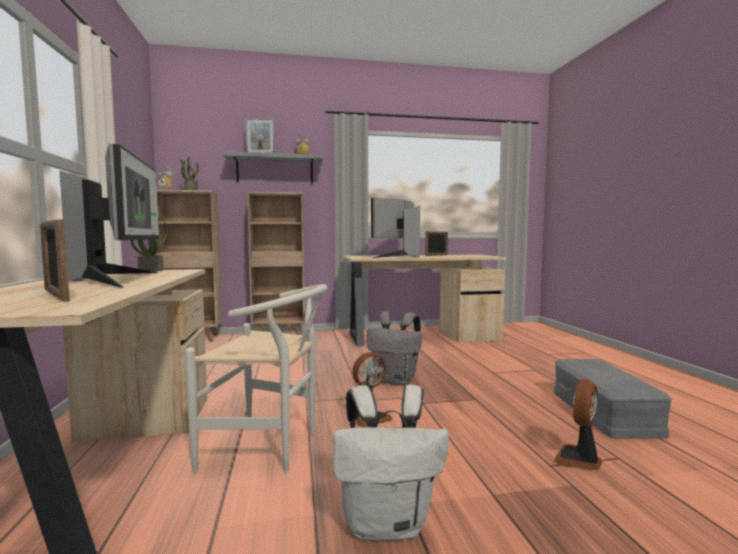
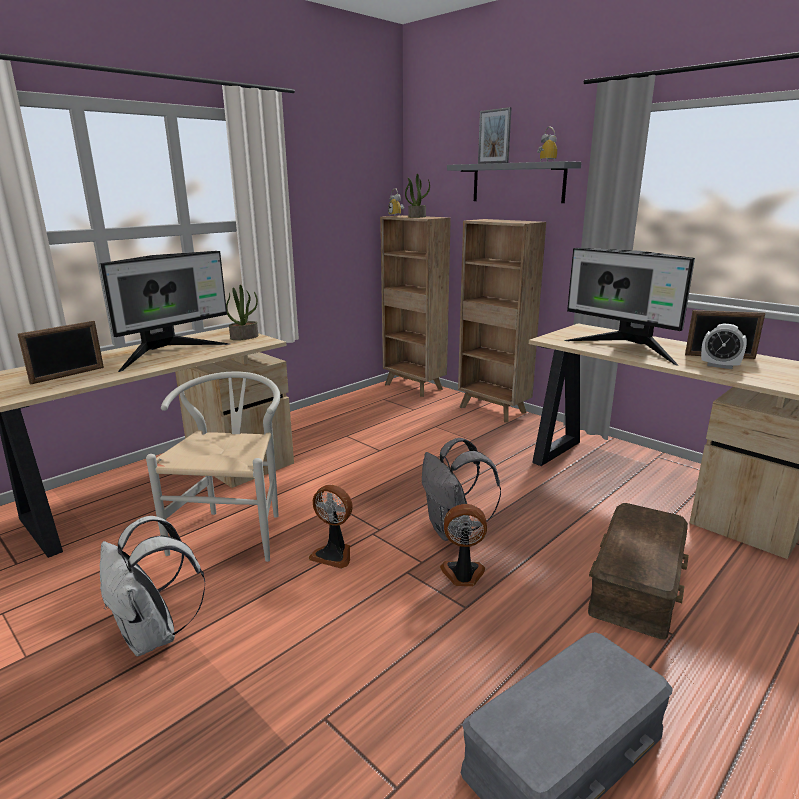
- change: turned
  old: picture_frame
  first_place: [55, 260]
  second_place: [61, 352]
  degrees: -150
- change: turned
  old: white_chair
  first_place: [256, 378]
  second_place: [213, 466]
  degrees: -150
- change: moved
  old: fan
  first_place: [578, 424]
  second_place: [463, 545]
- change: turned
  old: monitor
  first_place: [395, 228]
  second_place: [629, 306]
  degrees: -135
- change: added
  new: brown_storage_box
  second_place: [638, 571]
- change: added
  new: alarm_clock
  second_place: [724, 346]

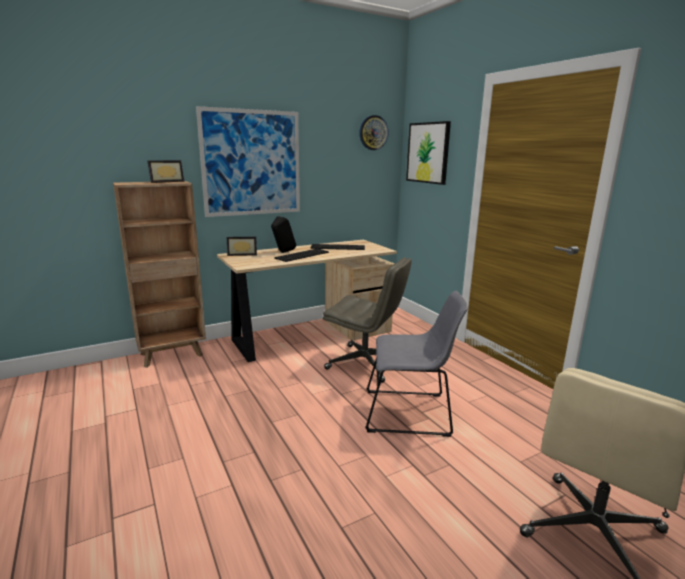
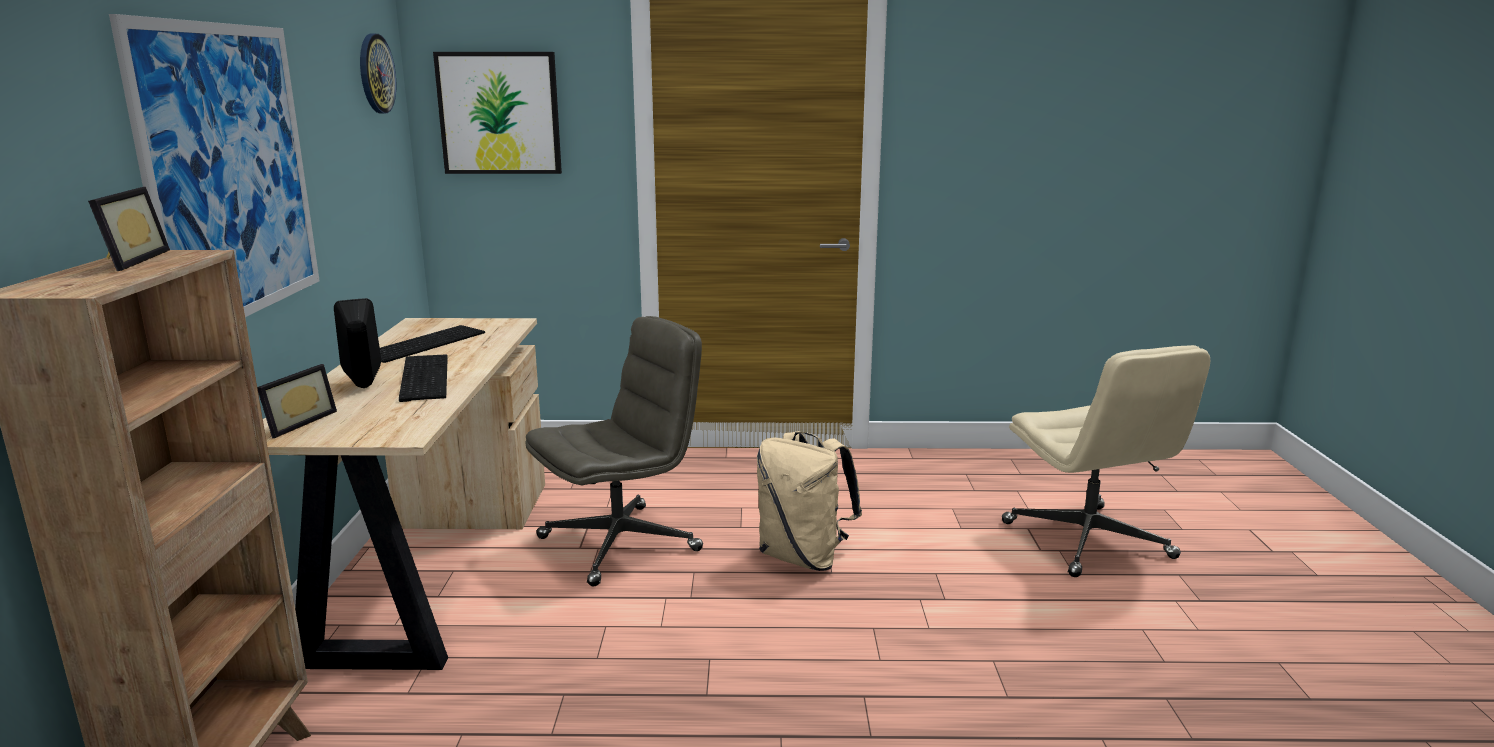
- change: replaced
  old: grey_chair
  new: beige_backpack
  first_place: [416, 364]
  second_place: [809, 501]

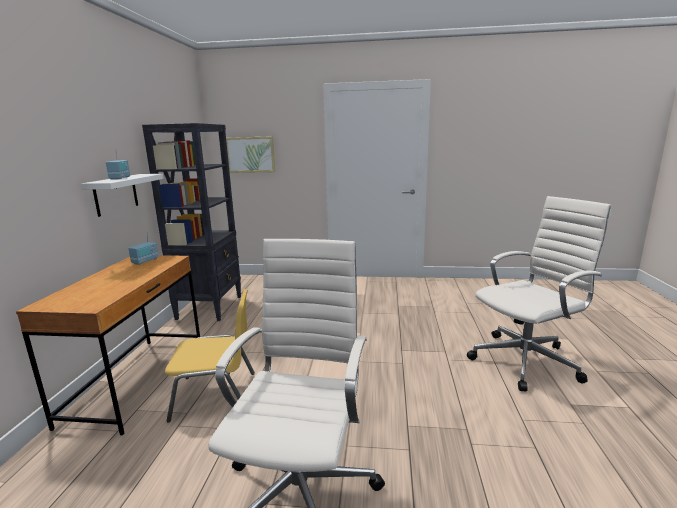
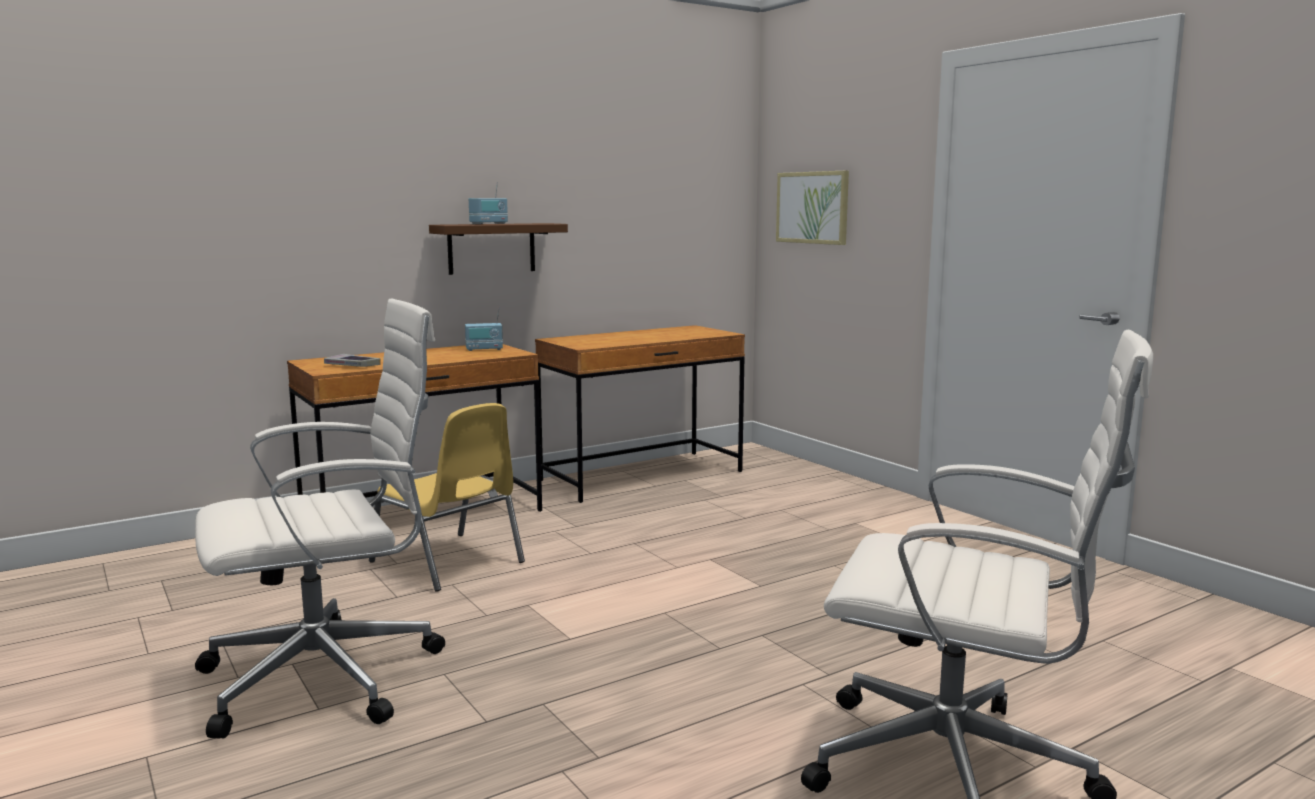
- change: added
  new: book
  second_place: [352, 360]
- change: recoloured
  old: white_shelf
  new: brown_shelf
  first_place: [123, 195]
  second_place: [498, 249]
- change: replaced
  old: black_bookcase
  new: brown_desk
  first_place: [191, 222]
  second_place: [640, 414]

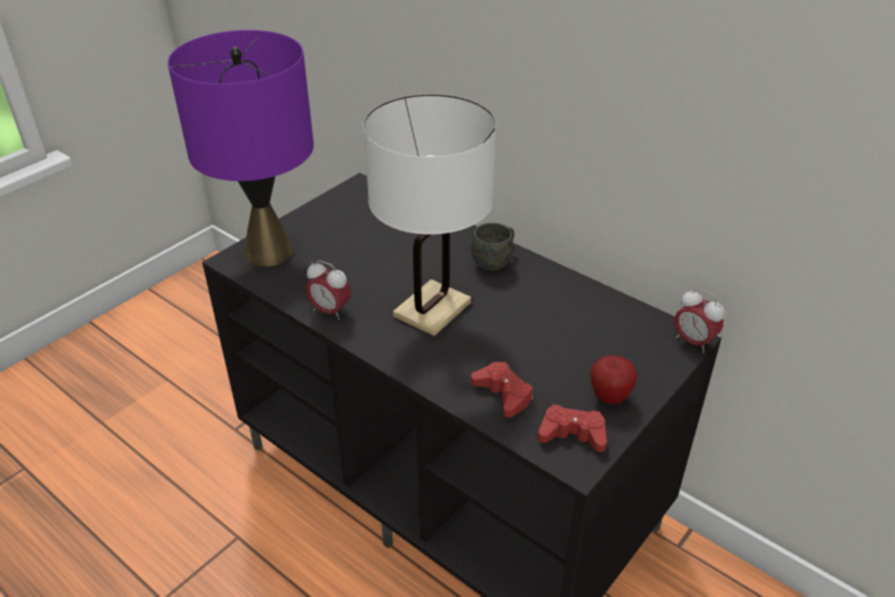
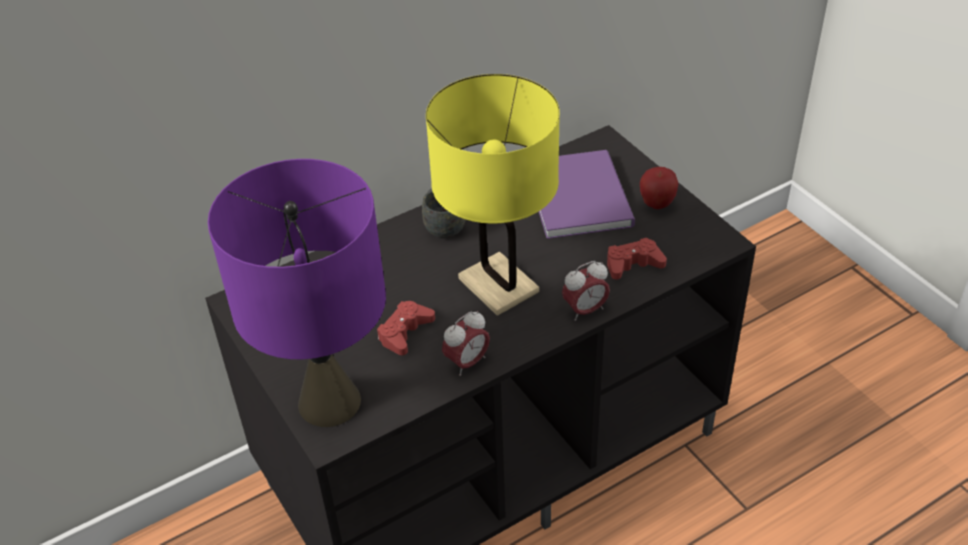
- change: moved
  old: red_game_controller
  first_place: [572, 428]
  second_place: [406, 328]
- change: recoloured
  old: white_table_lamp
  new: yellow_table_lamp
  first_place: [429, 215]
  second_place: [493, 195]
- change: added
  new: purple_book
  second_place: [587, 194]
- change: moved
  old: alarm_clock
  first_place: [699, 321]
  second_place: [586, 291]

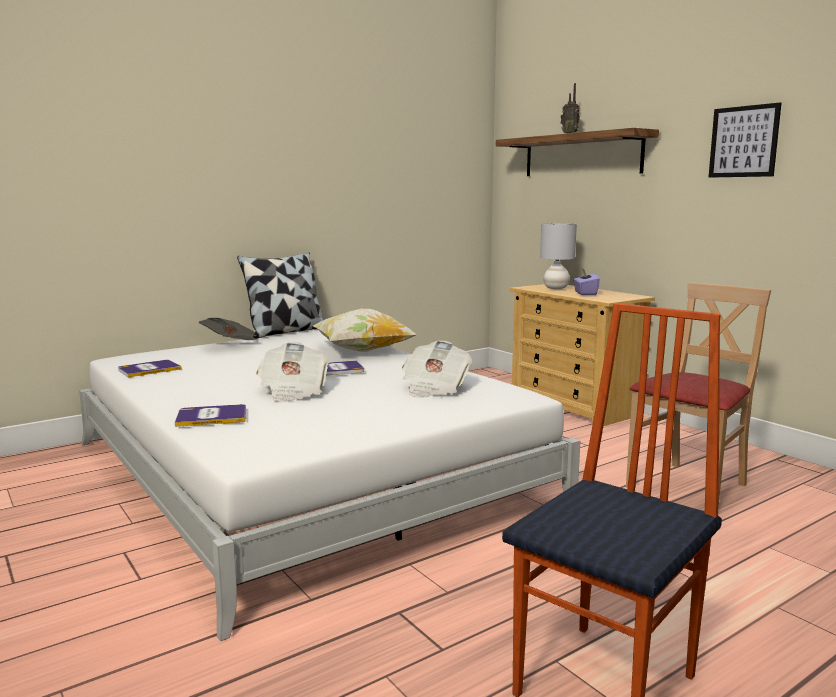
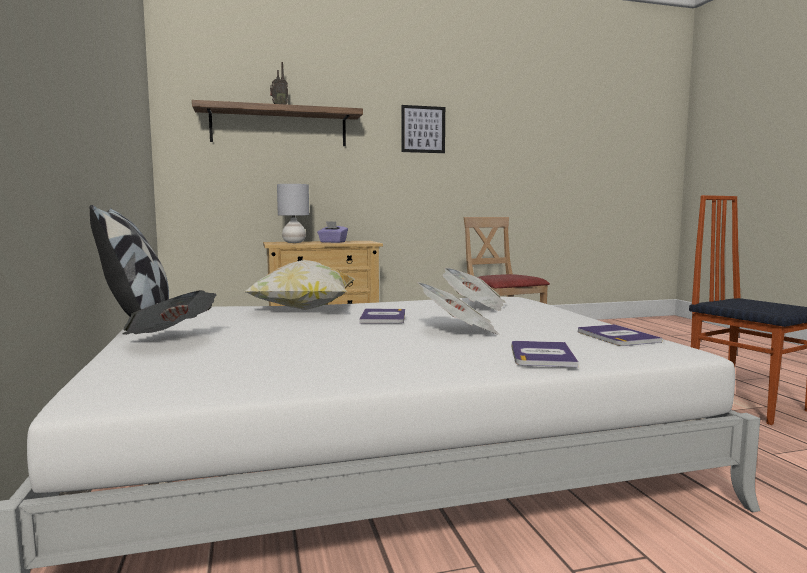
- change: moved
  old: book
  first_place: [150, 368]
  second_place: [620, 335]

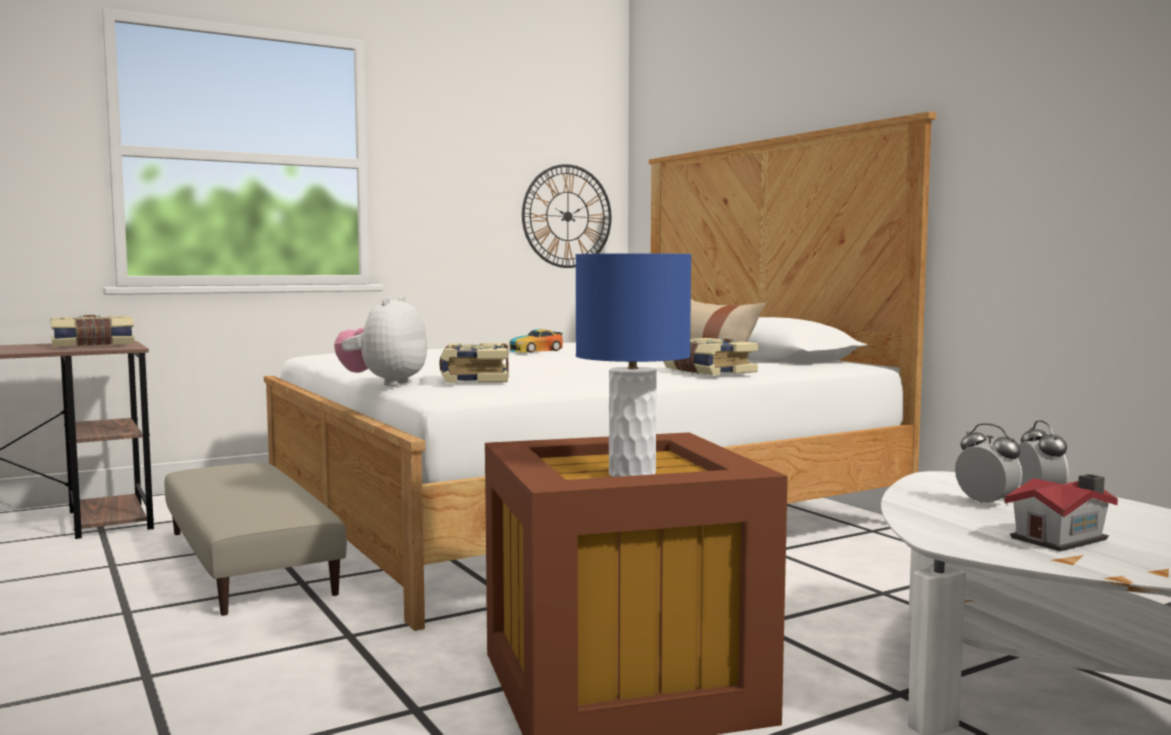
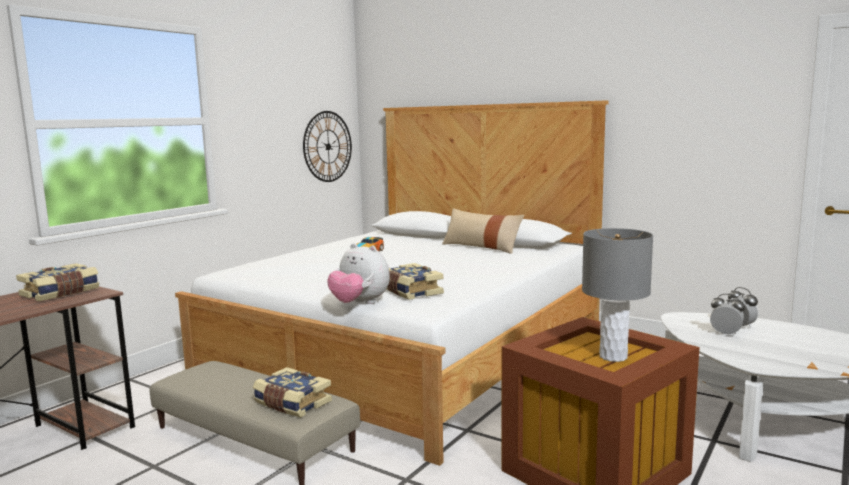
- change: moved
  old: book
  first_place: [710, 356]
  second_place: [292, 392]
- change: turned
  old: plush_toy
  first_place: [380, 341]
  second_place: [358, 273]
  degrees: -45
- change: recoloured
  old: blue_table_lamp
  new: grey_table_lamp
  first_place: [634, 365]
  second_place: [617, 295]
- change: removed
  old: toy_house
  first_place: [1061, 512]

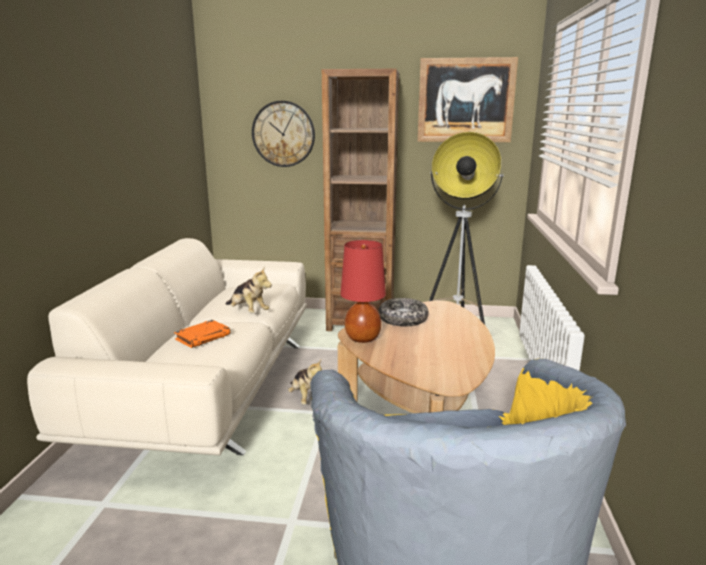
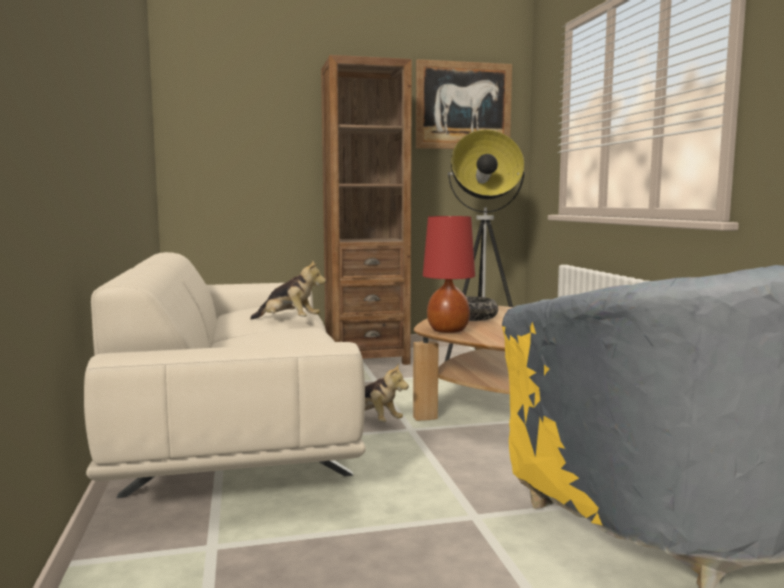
- change: removed
  old: orange_book
  first_place: [202, 334]
- change: removed
  old: wall_clock
  first_place: [283, 134]

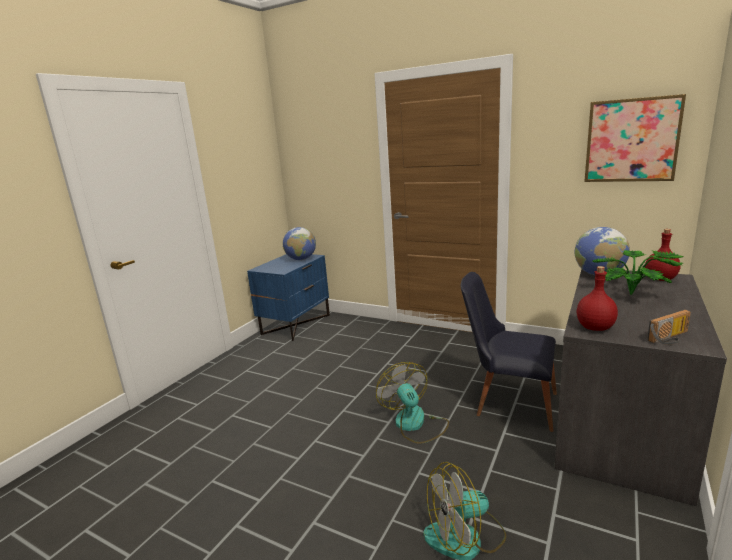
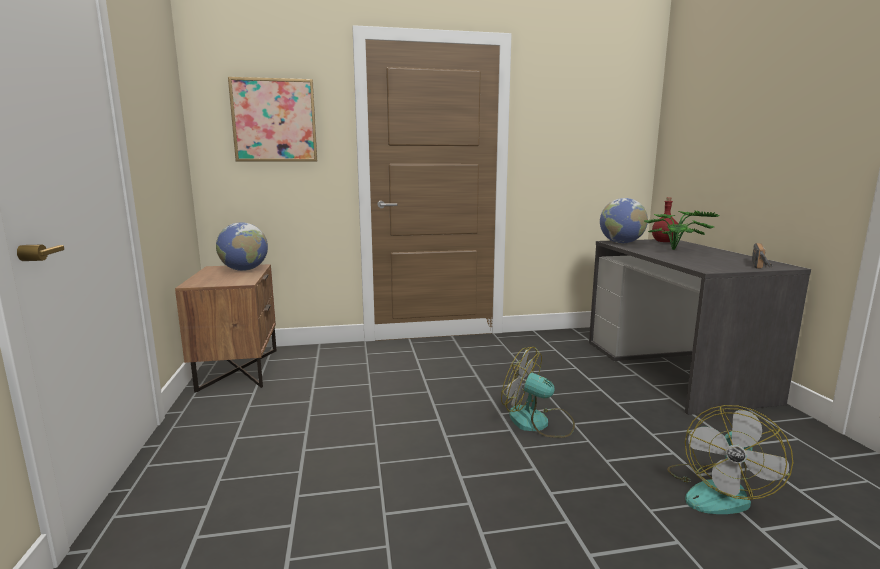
- change: recoloured
  old: blue_nightstand
  new: brown_nightstand
  first_place: [288, 297]
  second_place: [226, 328]
- change: moved
  old: picture
  first_place: [635, 138]
  second_place: [273, 119]
- change: removed
  old: black_chair
  first_place: [508, 352]
- change: removed
  old: red_bottle
  first_place: [597, 298]

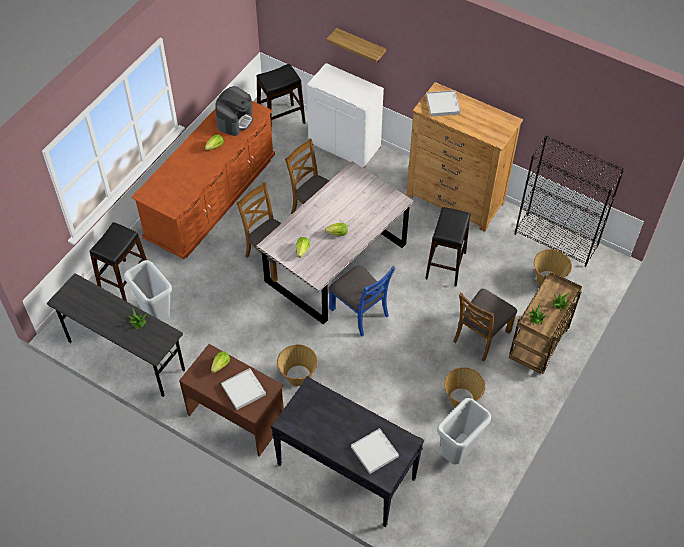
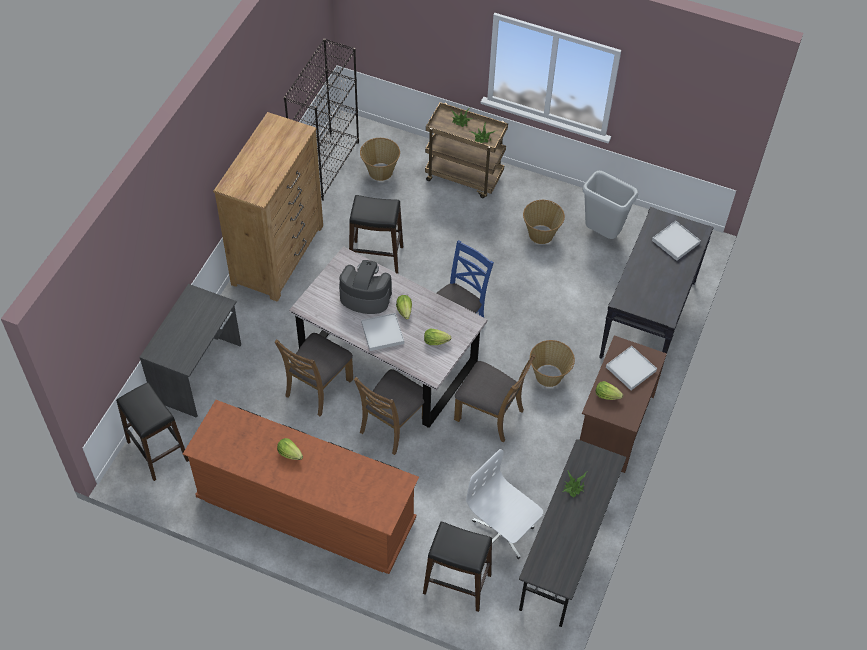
- change: replaced
  old: white_cabinet
  new: grey_desk
  first_place: [345, 115]
  second_place: [190, 351]
- change: moved
  old: coffee_machine
  first_place: [234, 111]
  second_place: [365, 287]
- change: moved
  old: white_tray
  first_place: [443, 103]
  second_place: [382, 332]
- change: moved
  old: brown_chair
  first_place: [485, 325]
  second_place: [495, 398]
- change: replaced
  old: grey_trash_can
  new: white_office_chair
  first_place: [148, 291]
  second_place: [504, 504]
- change: removed
  old: shelf
  first_place: [356, 45]

